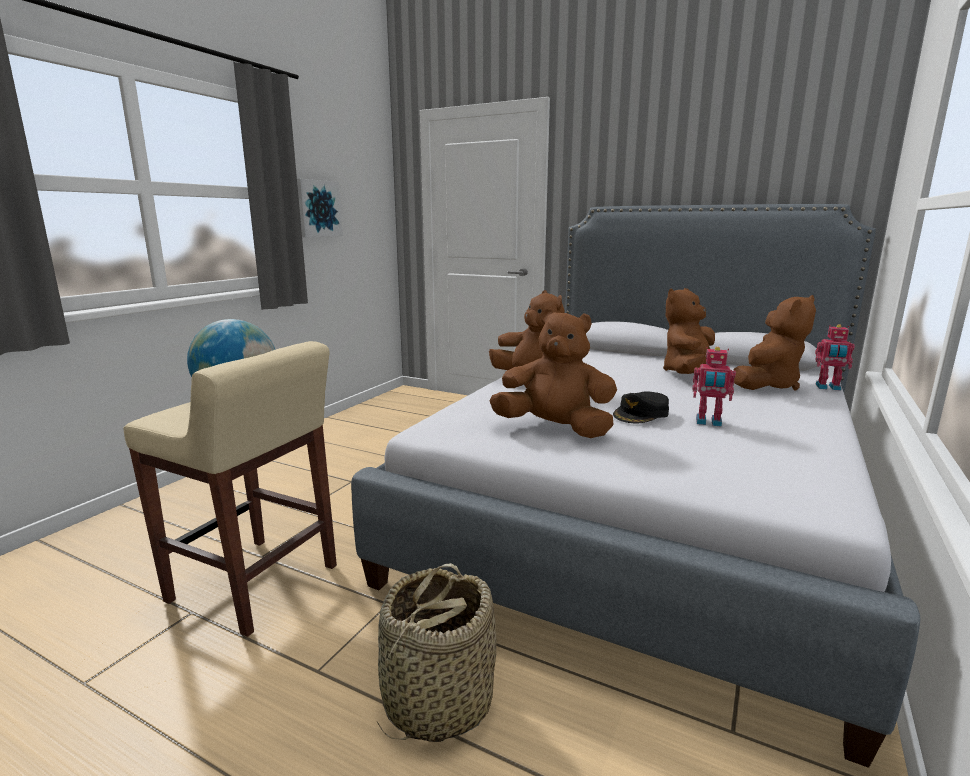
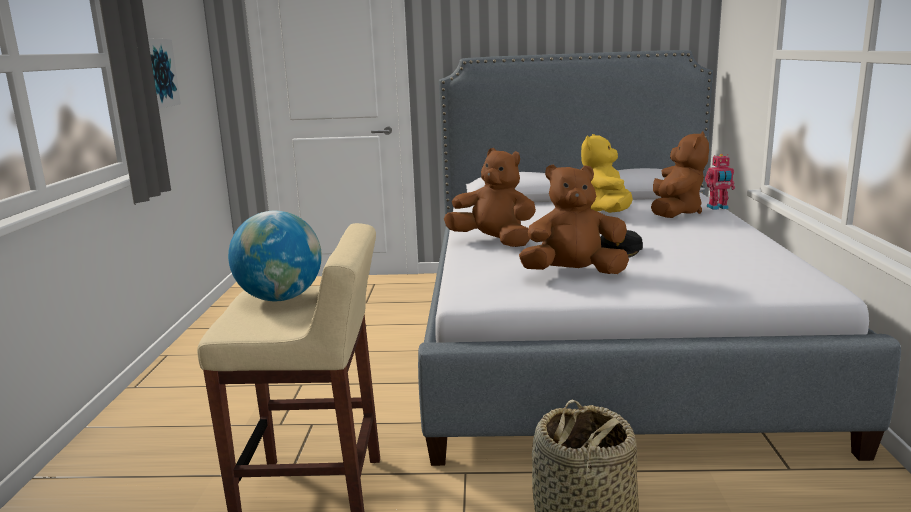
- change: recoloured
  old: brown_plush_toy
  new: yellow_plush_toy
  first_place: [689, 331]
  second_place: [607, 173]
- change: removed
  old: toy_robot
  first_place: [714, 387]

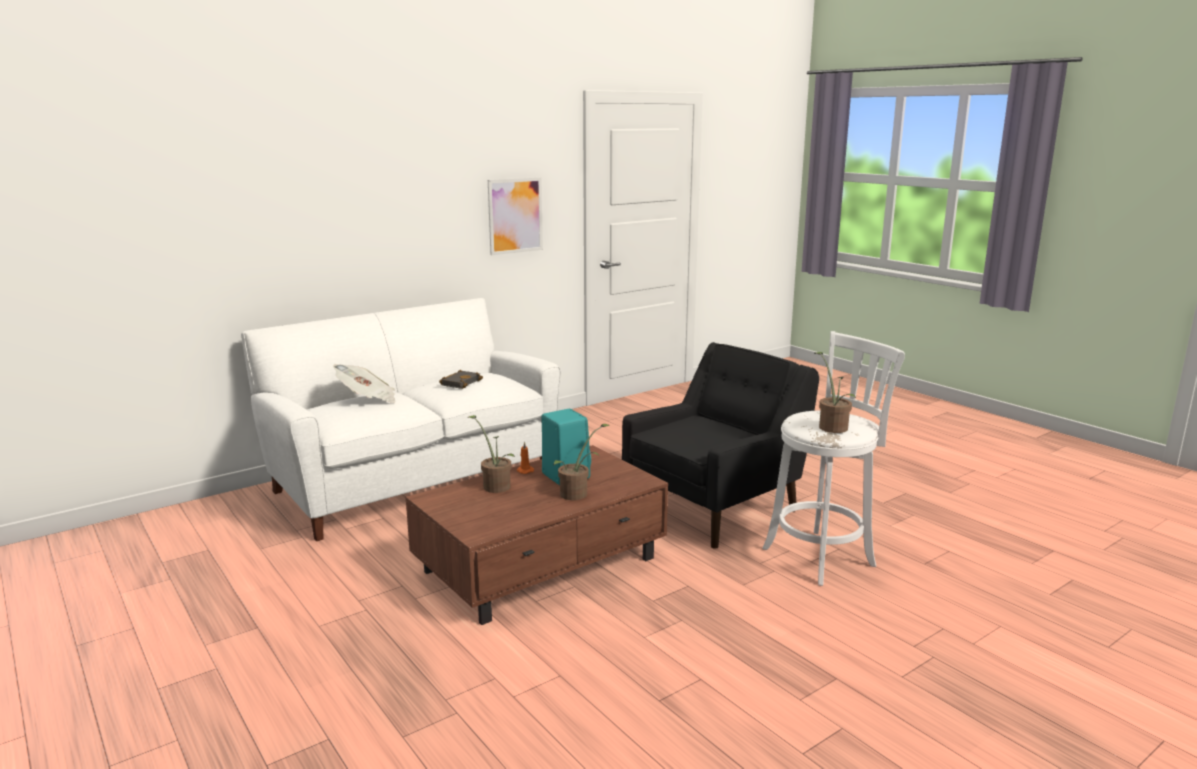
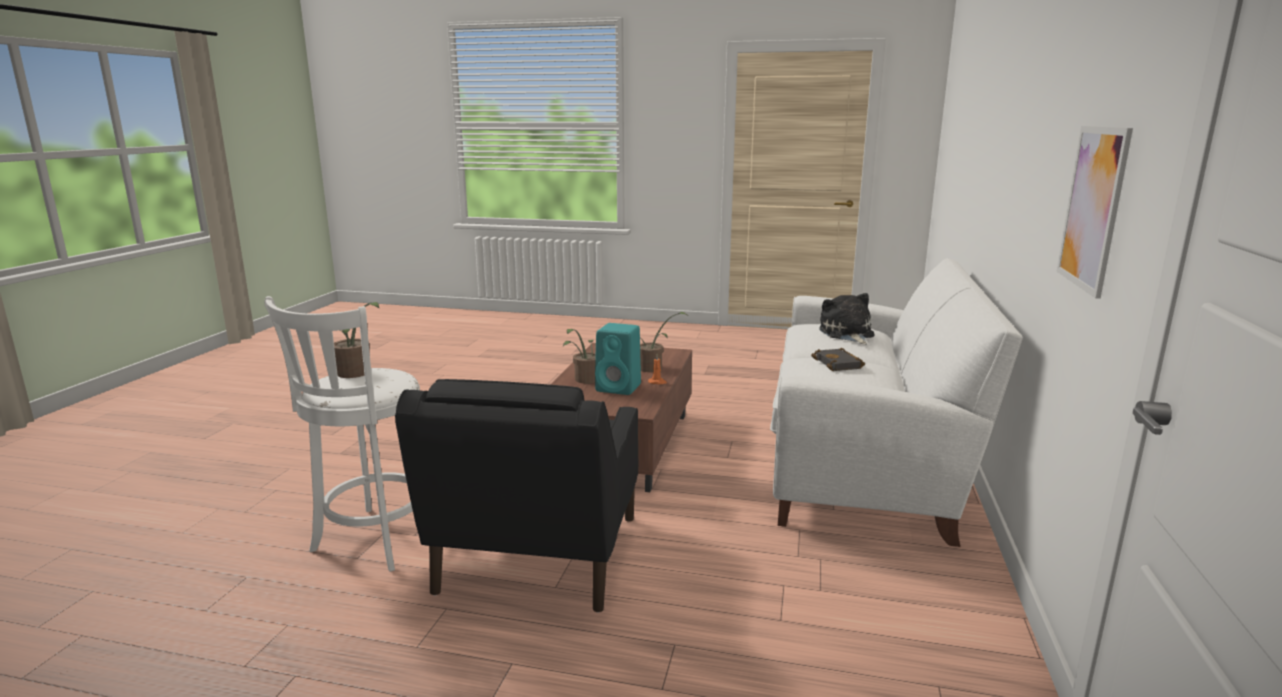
- change: replaced
  old: newspaper
  new: plush_toy
  first_place: [364, 383]
  second_place: [846, 318]

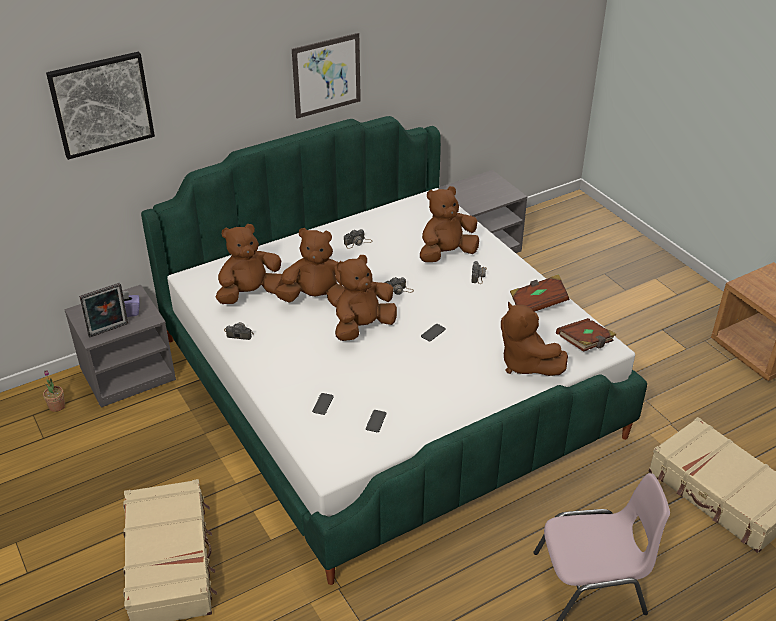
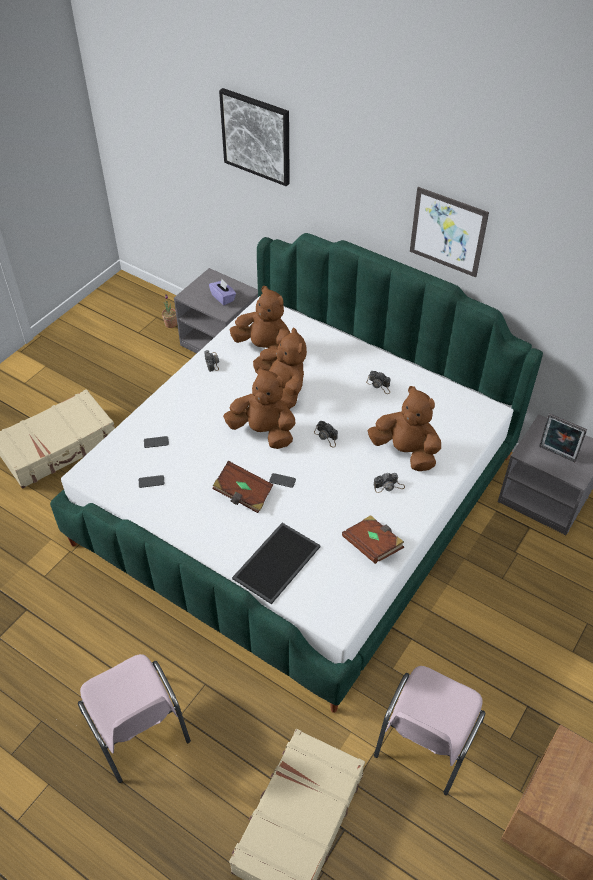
- change: moved
  old: brown_book
  first_place: [586, 335]
  second_place: [242, 487]
- change: replaced
  old: brown_plush_toy
  new: tray
  first_place: [534, 338]
  second_place: [276, 563]
- change: added
  new: pink_chair
  second_place: [429, 730]
- change: moved
  old: picture_frame
  first_place: [103, 310]
  second_place: [563, 437]

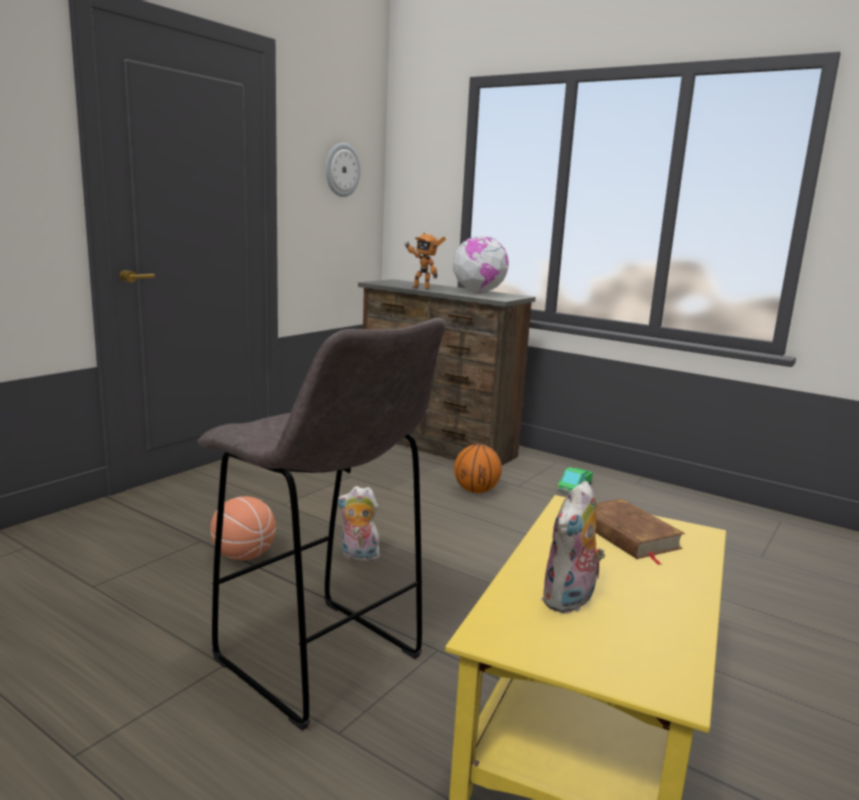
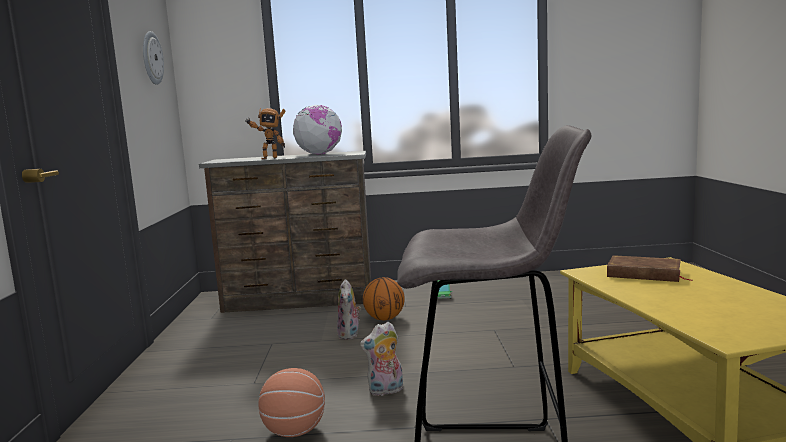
- change: moved
  old: plush_toy
  first_place: [573, 547]
  second_place: [349, 309]

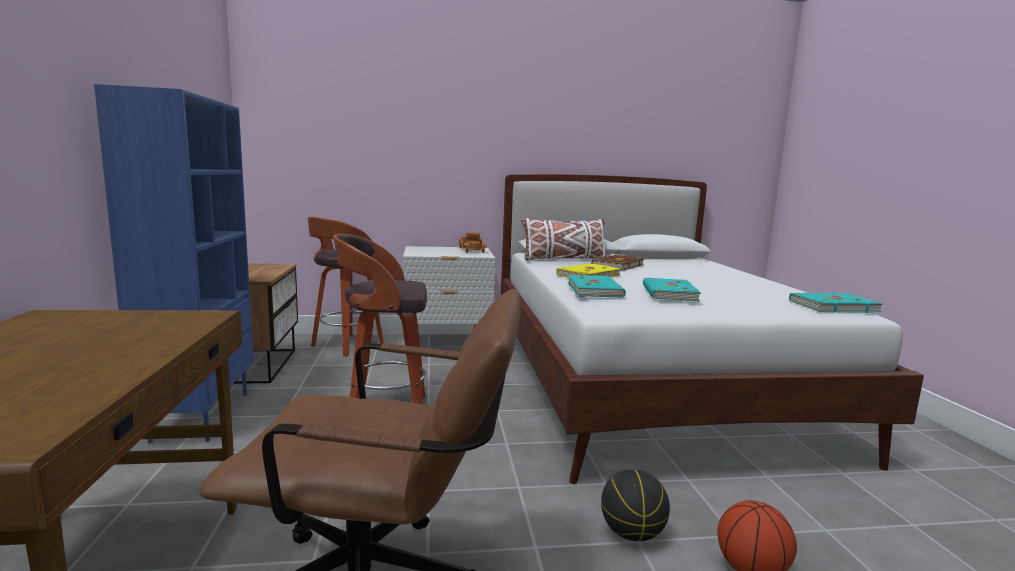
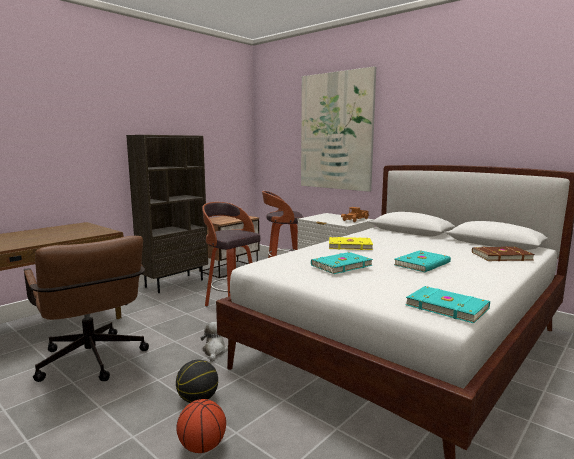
- change: recoloured
  old: blue_bookcase
  new: brown_bookcase
  first_place: [174, 263]
  second_place: [167, 214]
- change: added
  new: plush_toy
  second_place: [214, 342]
- change: added
  new: picture
  second_place: [338, 129]
- change: moved
  old: turquoise_book
  first_place: [597, 286]
  second_place: [422, 261]
- change: moved
  old: brown_book
  first_place: [617, 262]
  second_place: [503, 253]
- change: removed
  old: white_pillow
  first_place: [564, 239]

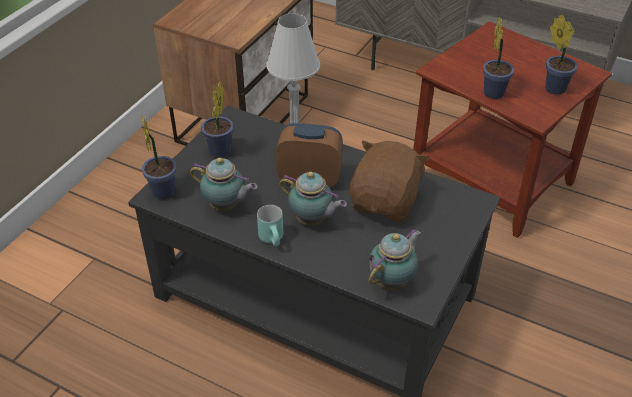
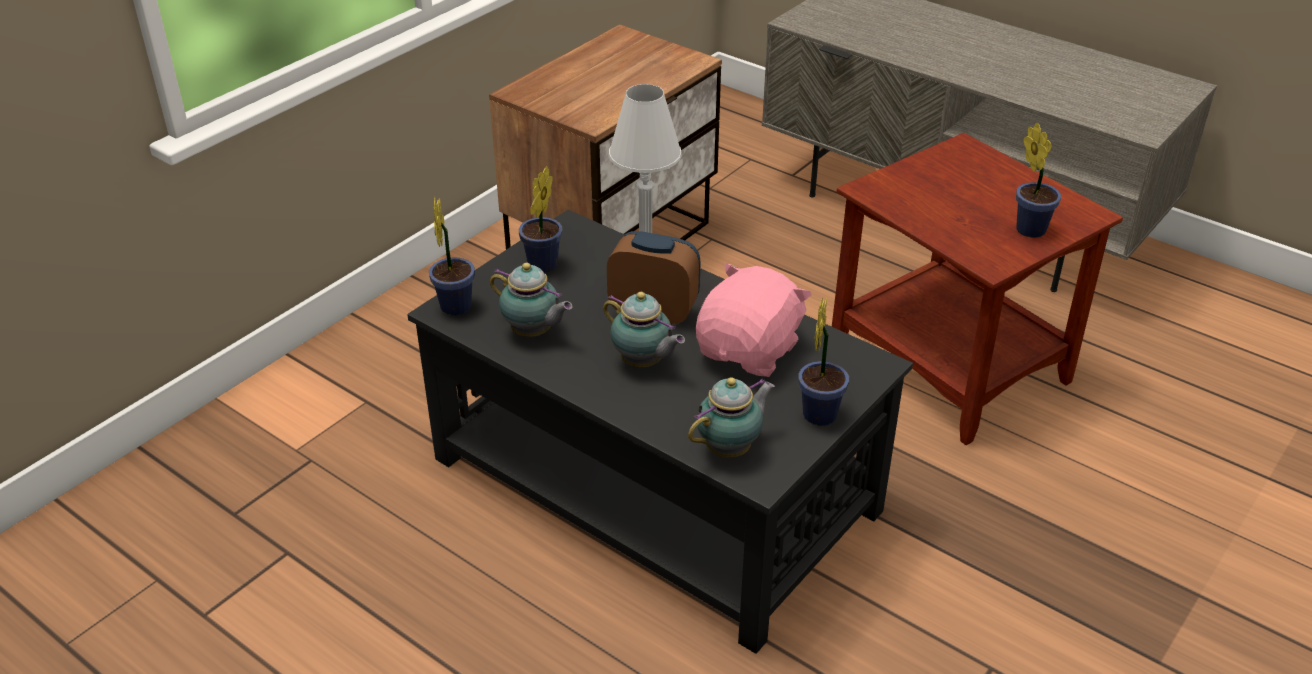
- change: recoloured
  old: brown_plush_toy
  new: pink_plush_toy
  first_place: [390, 180]
  second_place: [754, 320]
- change: moved
  old: potted_plant
  first_place: [498, 58]
  second_place: [823, 361]
- change: removed
  old: turquoise_mug
  first_place: [270, 225]

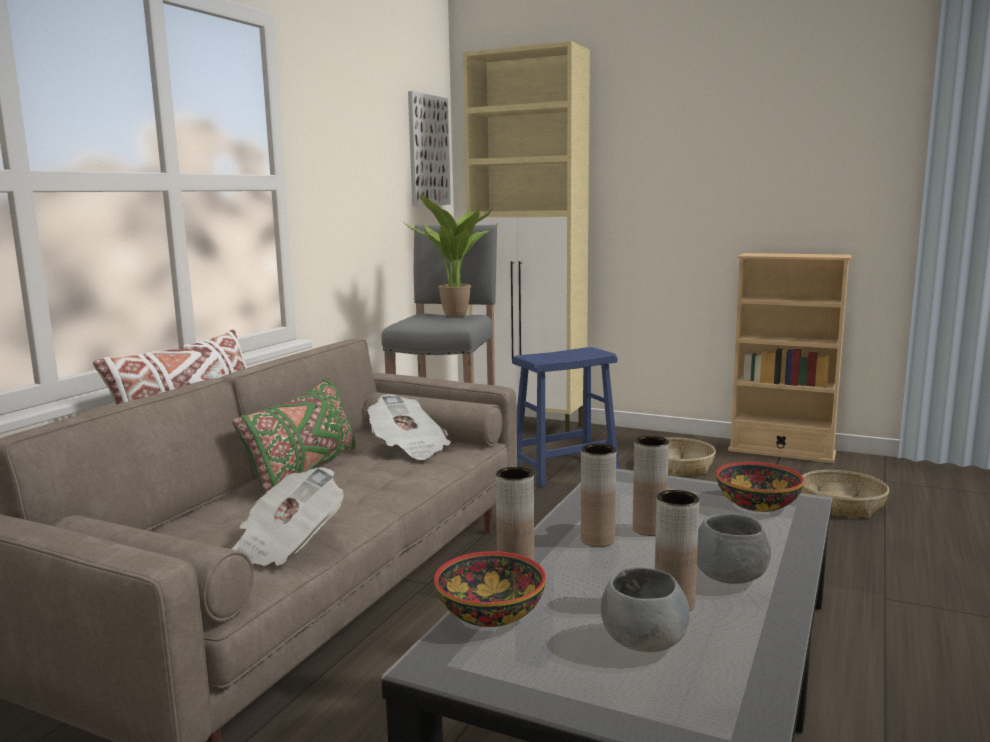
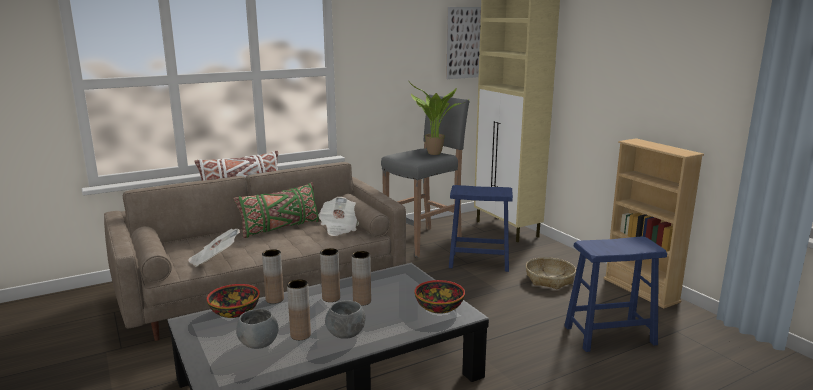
- change: replaced
  old: basket
  new: blue_stool
  first_place: [845, 494]
  second_place: [615, 294]

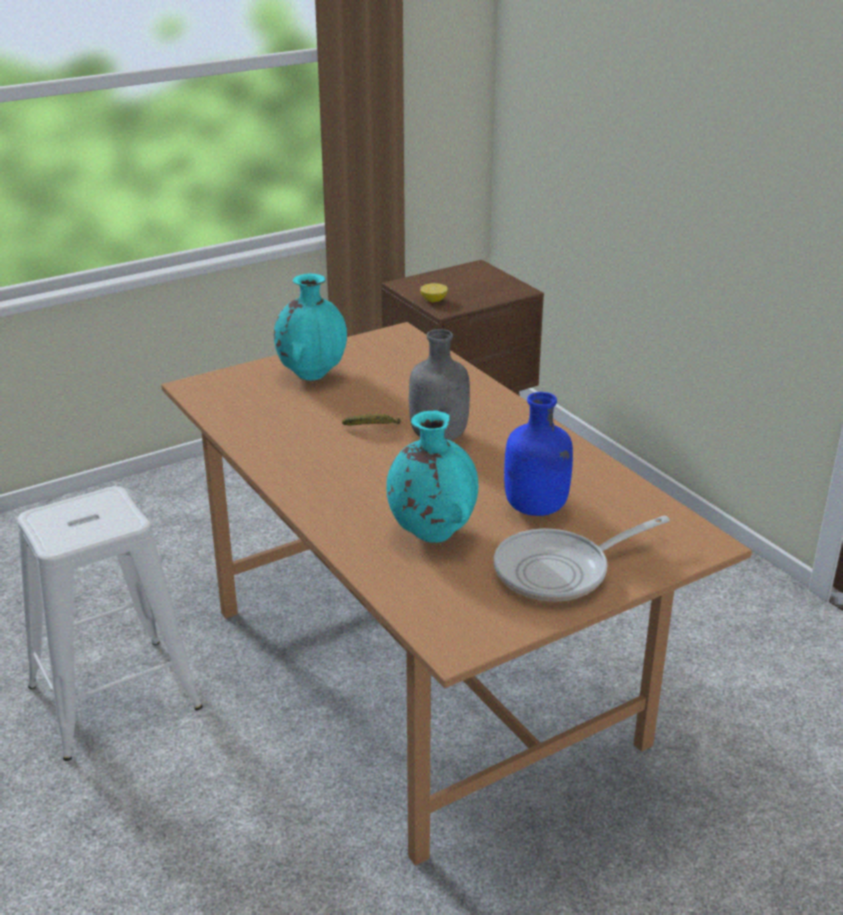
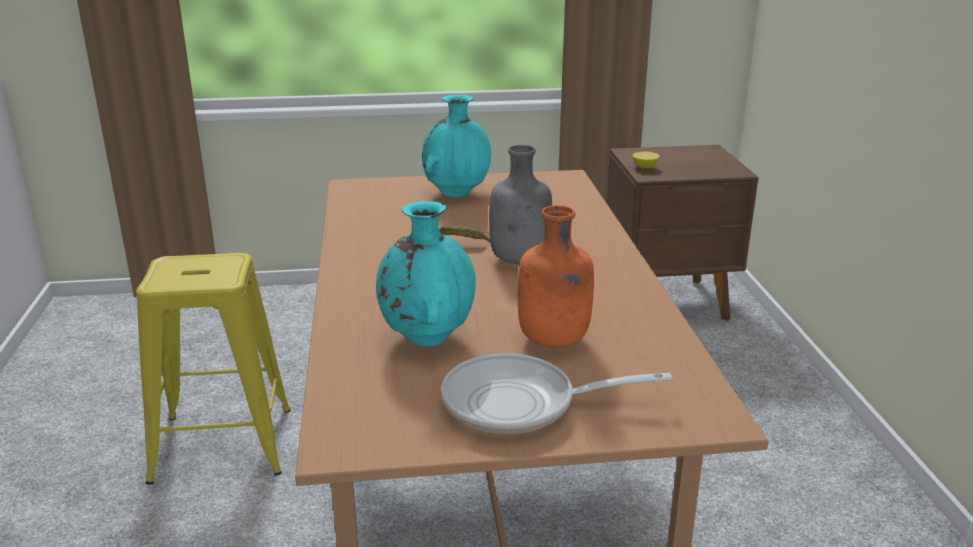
- change: recoloured
  old: white_stool
  new: yellow_stool
  first_place: [110, 623]
  second_place: [213, 369]
- change: recoloured
  old: blue_bottle
  new: orange_bottle
  first_place: [538, 454]
  second_place: [556, 276]

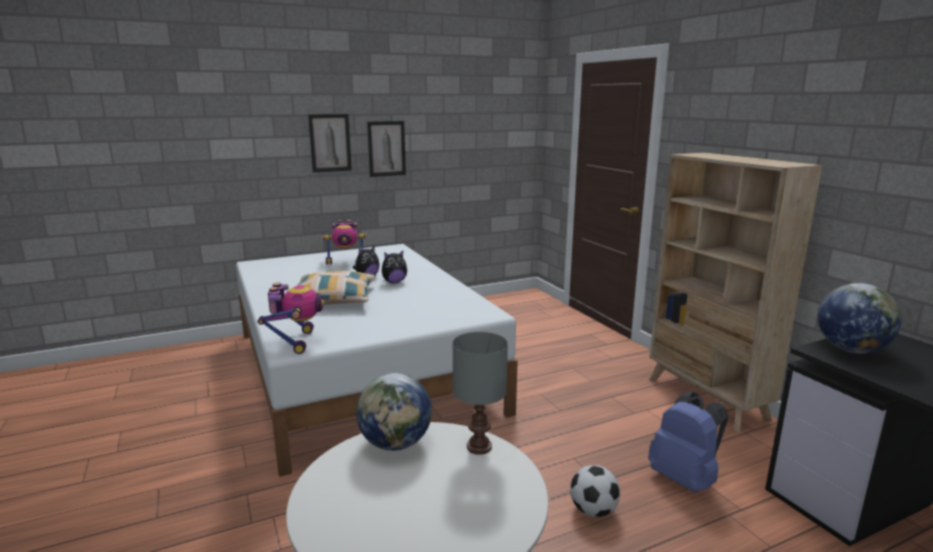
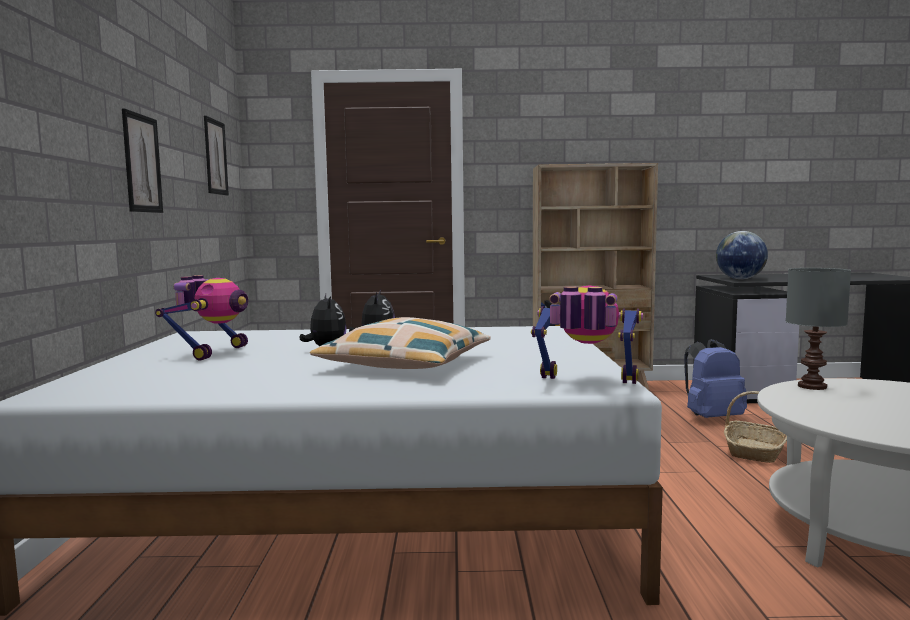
- change: moved
  old: picture
  first_place: [330, 143]
  second_place: [216, 156]
- change: replaced
  old: football
  new: basket
  first_place: [595, 491]
  second_place: [755, 427]
- change: removed
  old: globe
  first_place: [394, 412]

